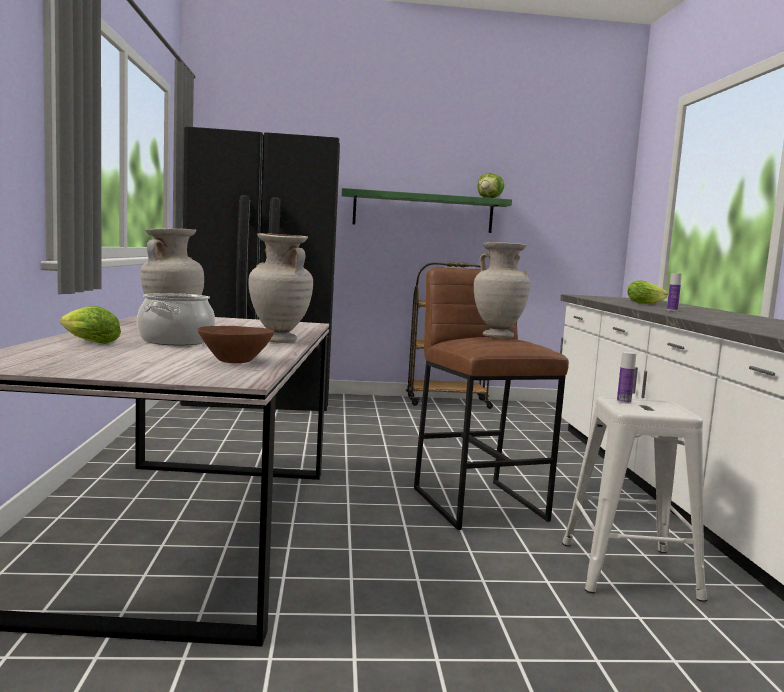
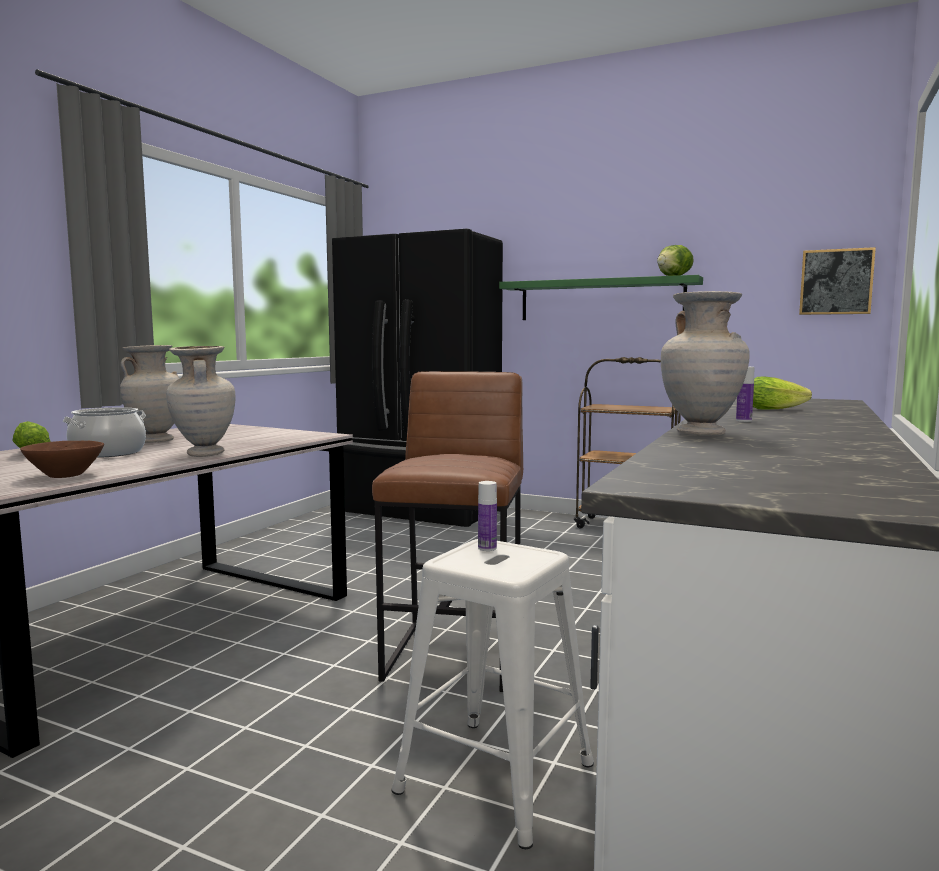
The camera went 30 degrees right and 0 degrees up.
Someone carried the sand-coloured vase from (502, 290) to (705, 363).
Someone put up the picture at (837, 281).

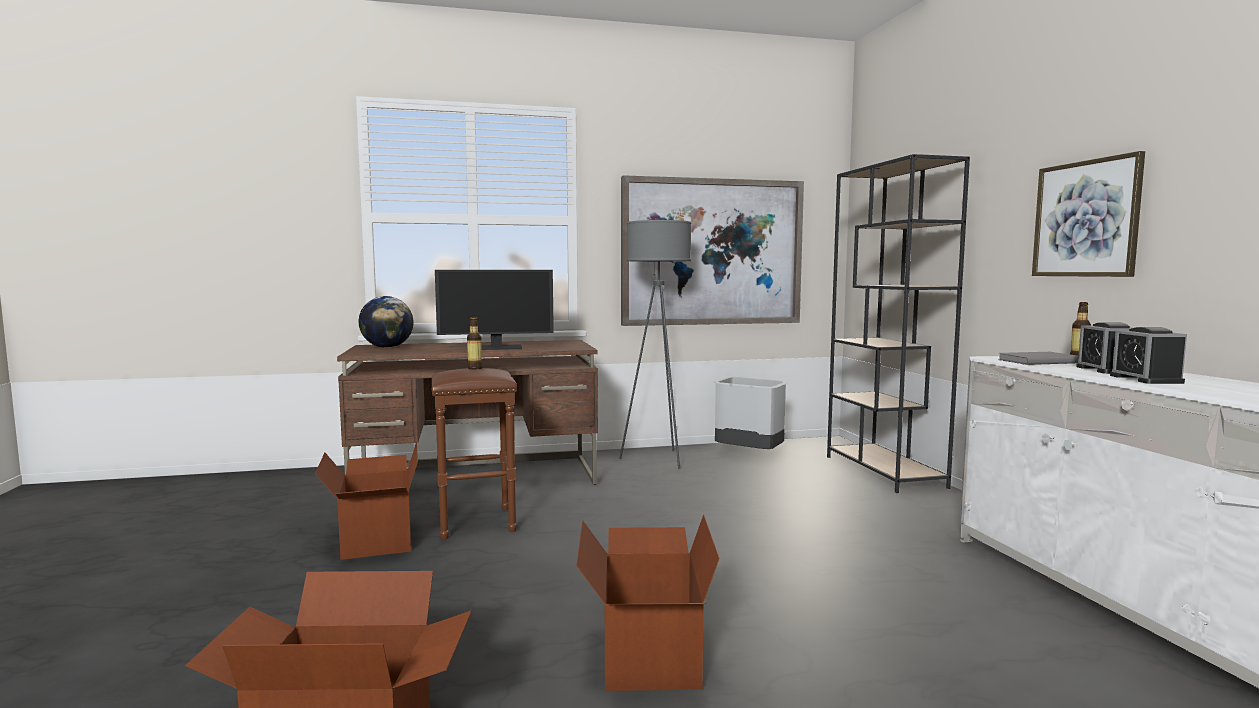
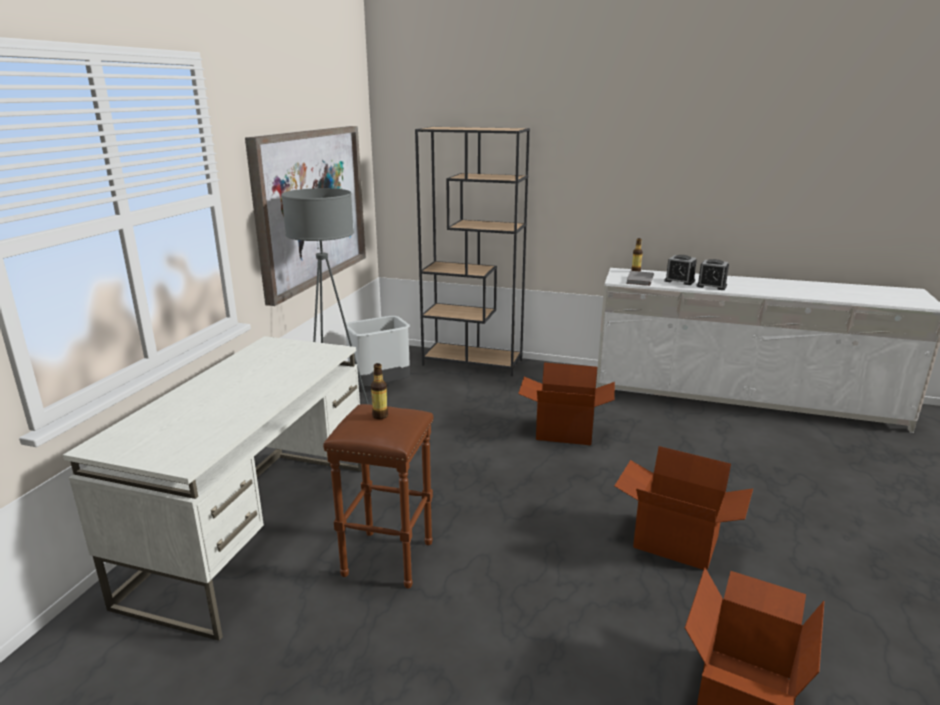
The camera went 60 degrees left and 15 degrees up.
Someone repainted the brown-coloured desk unit at (467, 412), which became the white-coloured desk unit at (212, 488).
Someone carried the cardboard box from (366, 501) to (566, 403).
Someone took away the world globe at (386, 322).
Someone took away the monitor at (494, 310).
Someone took away the picture at (1088, 214).

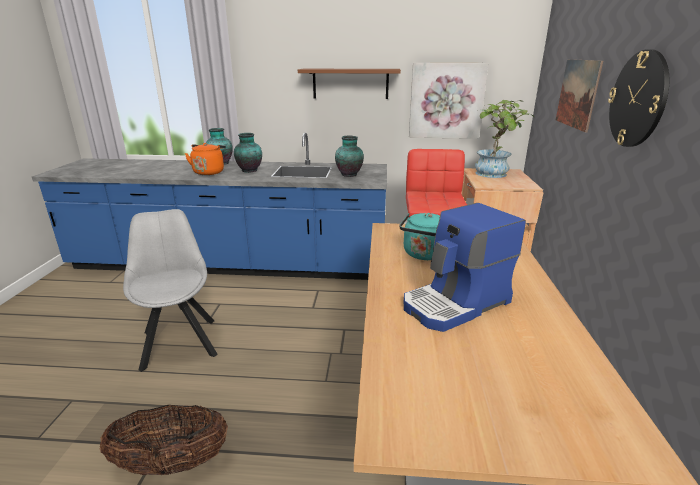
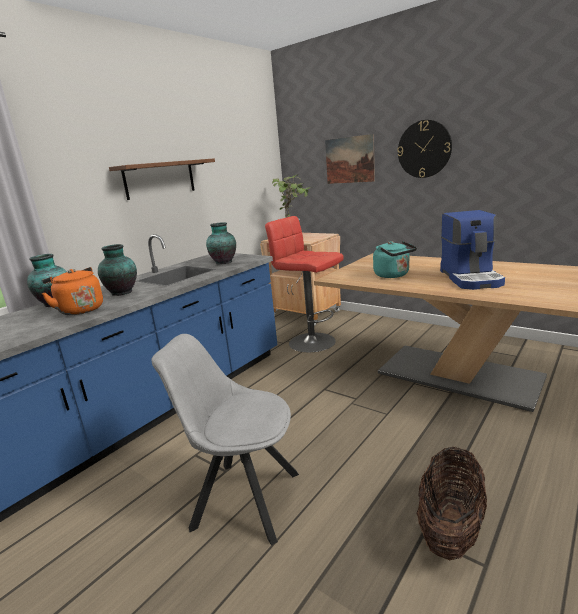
The camera went 55 degrees left and 5 degrees down.
Someone took away the picture at (448, 101).

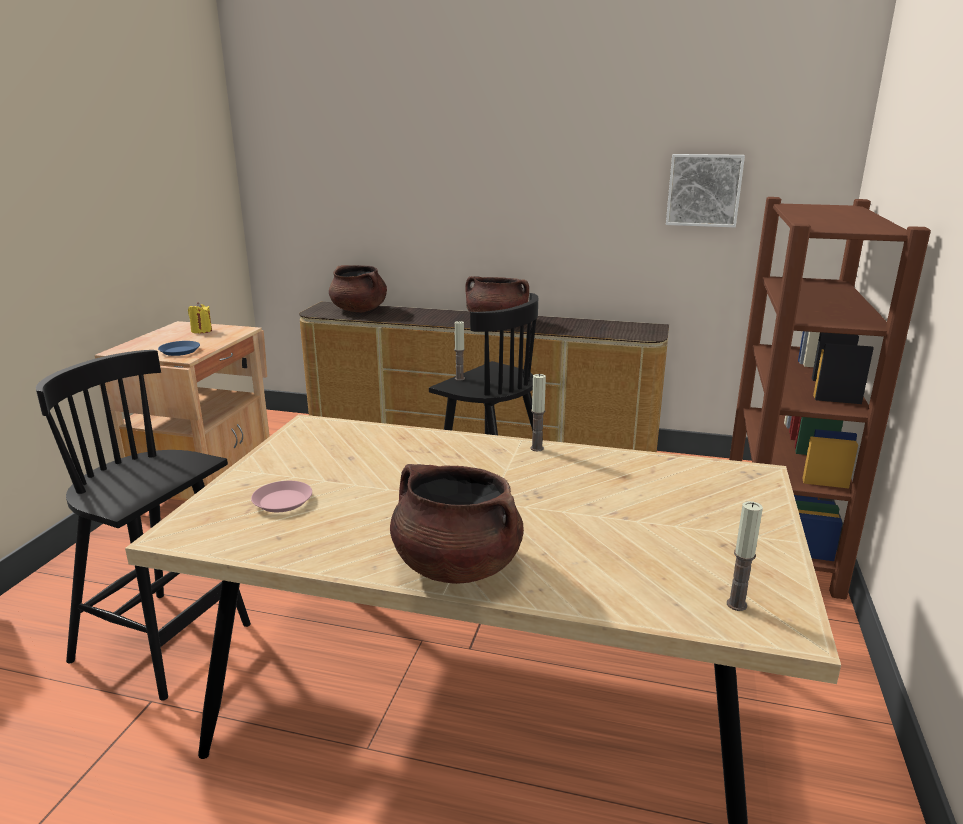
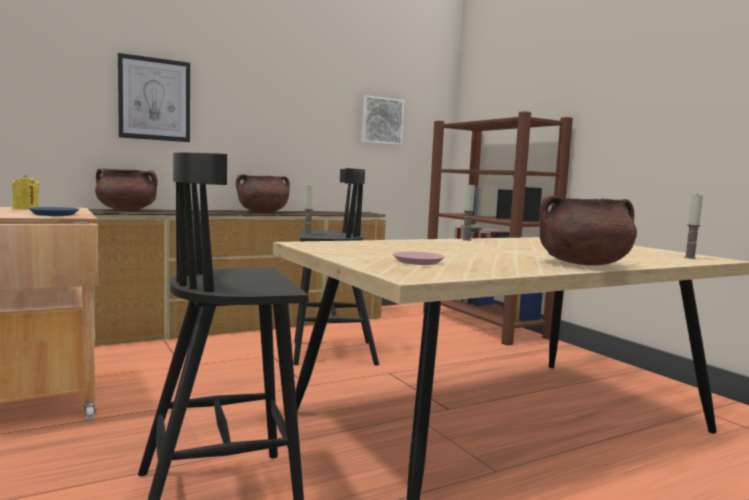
The camera went 45 degrees left and 15 degrees down.
Someone put up the picture at (154, 97).

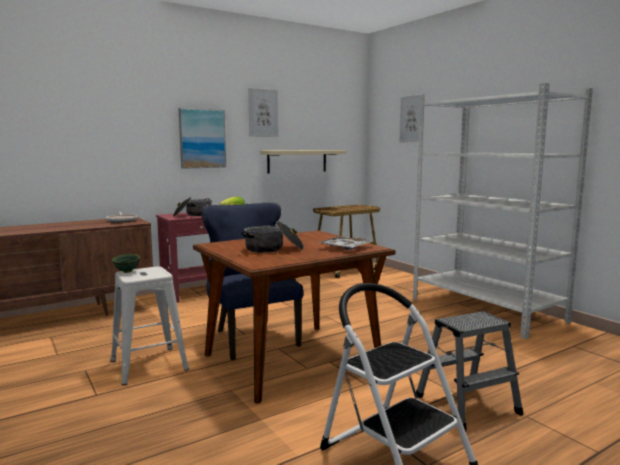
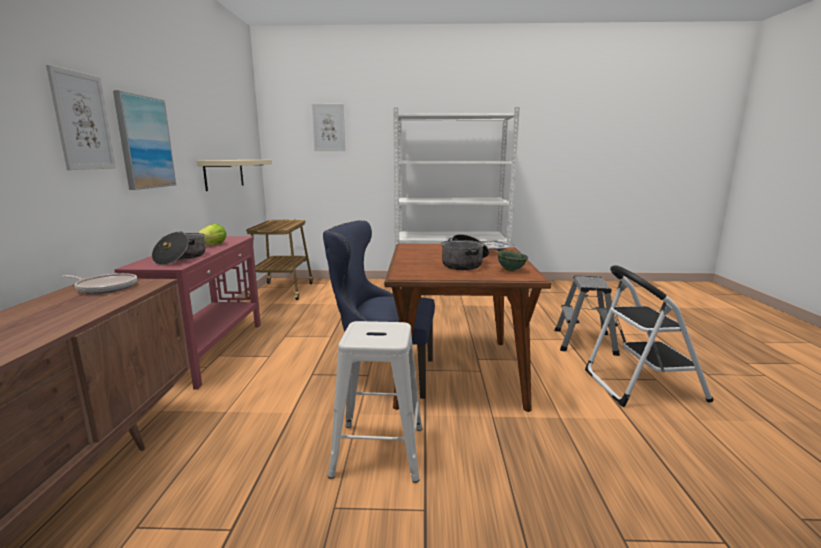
The camera went 55 degrees left and 5 degrees up.
Someone carried the picture from (263, 112) to (81, 117).
Someone carried the green serving bowl from (126, 263) to (512, 261).

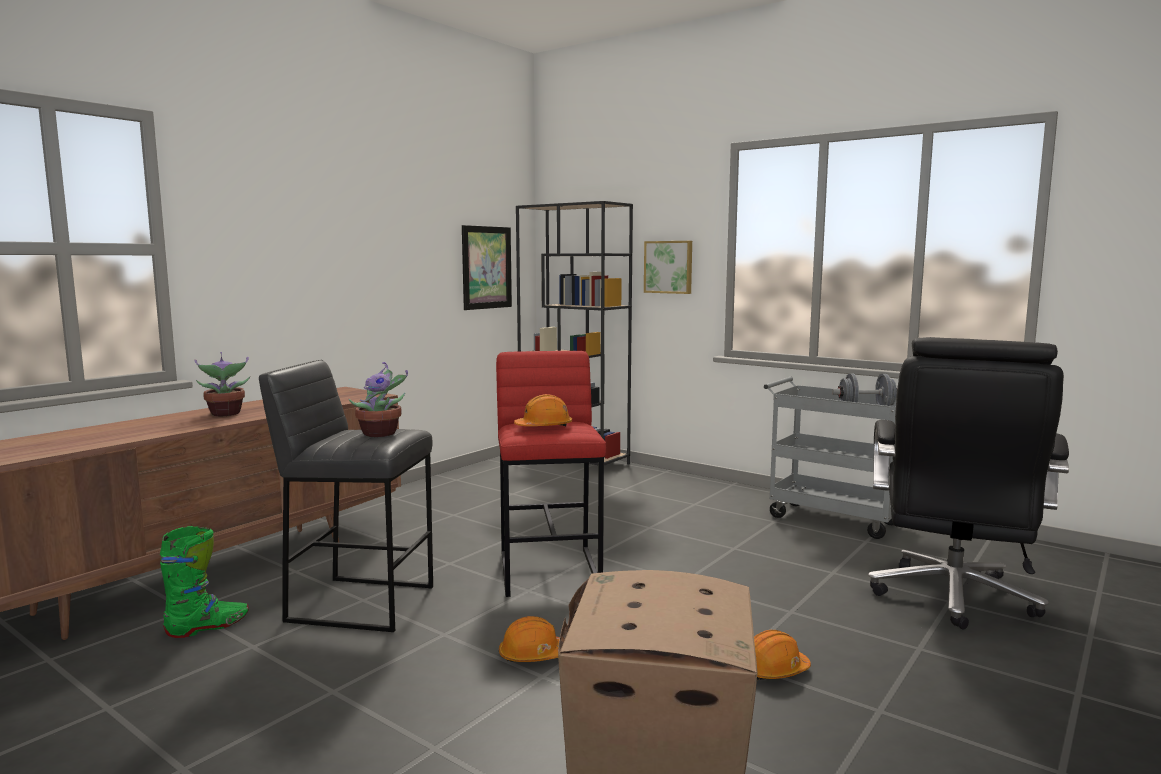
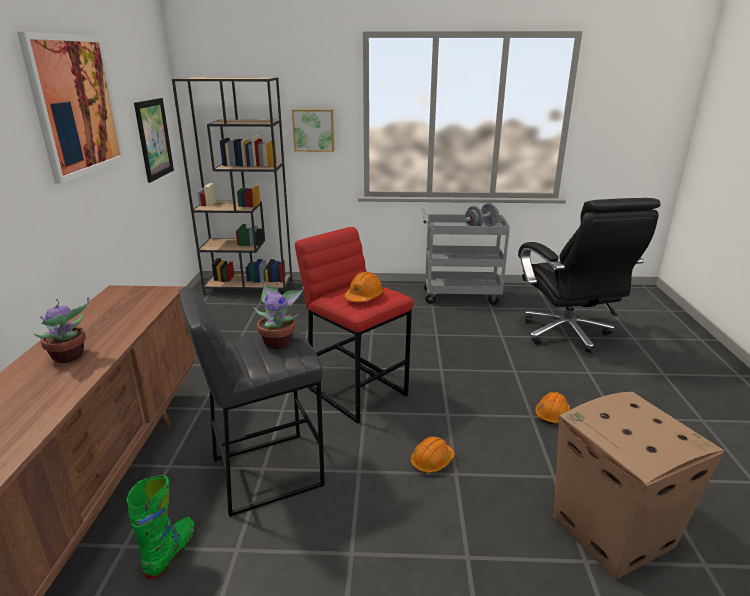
The camera went 35 degrees left and 15 degrees up.
Someone put up the picture at (71, 108).

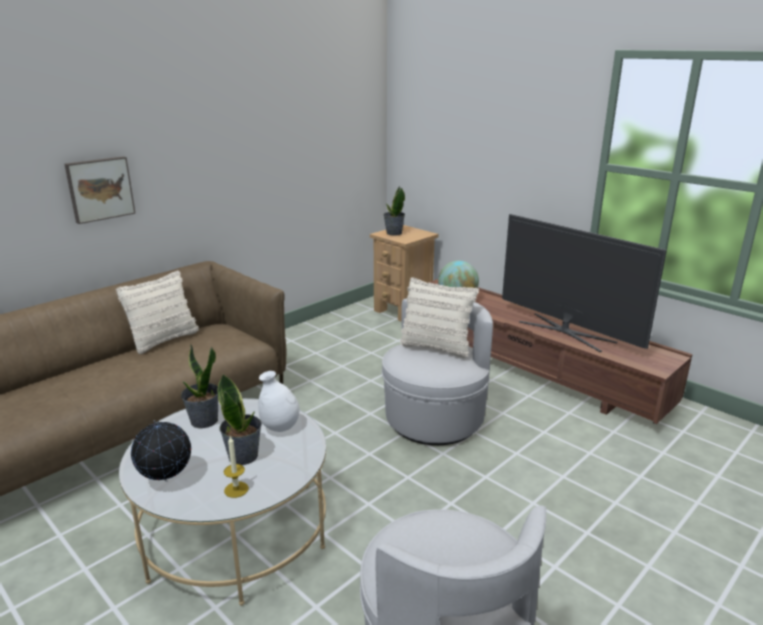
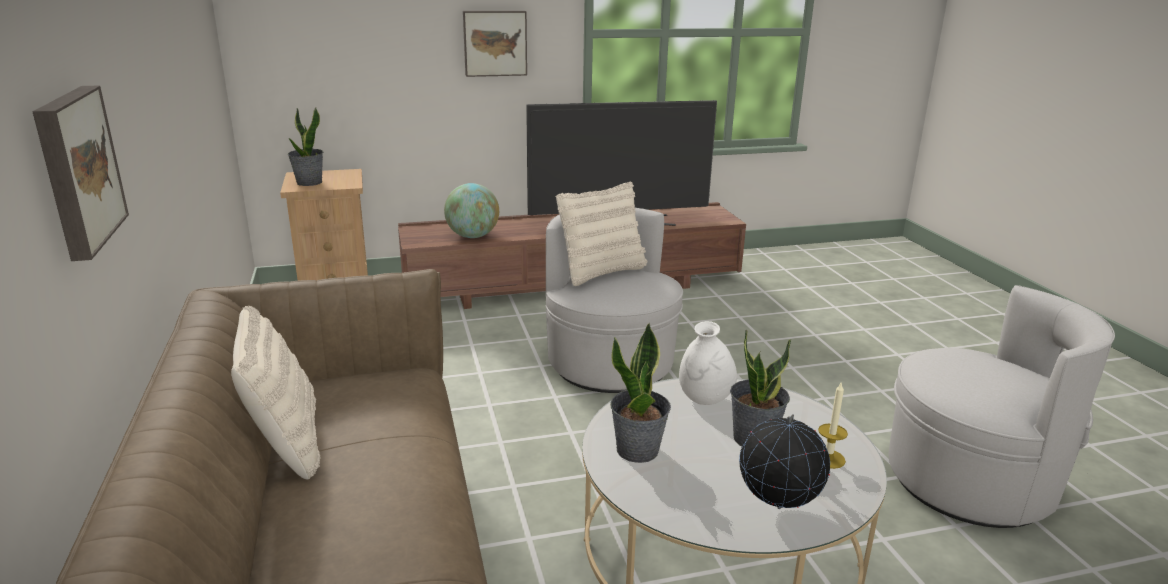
The camera went 60 degrees left and 0 degrees up.
Someone put up the picture at (495, 44).

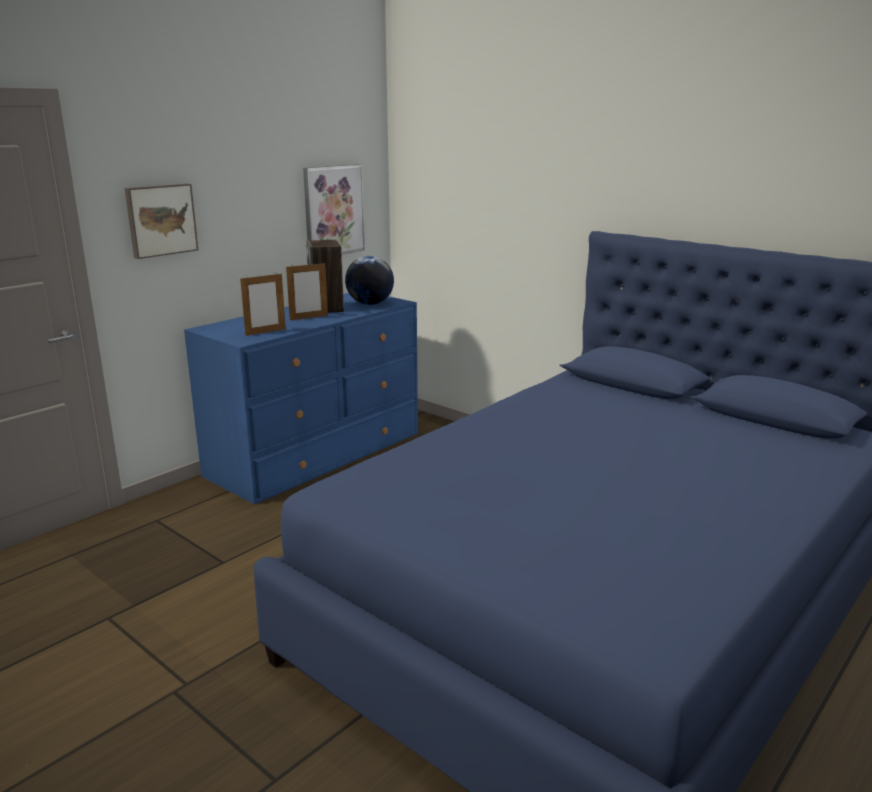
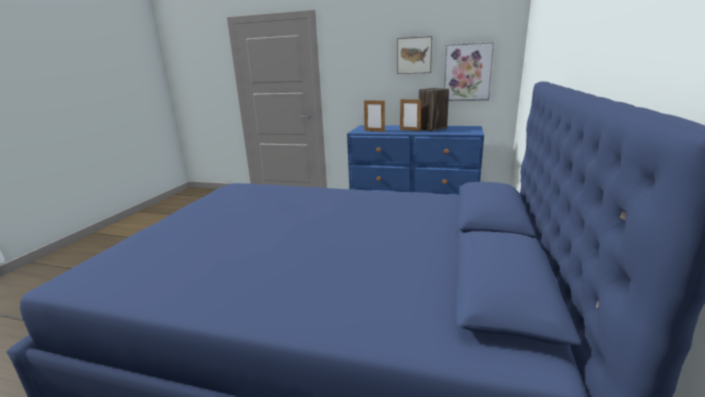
The camera went 65 degrees right and 0 degrees up.
Someone carried the picture from (161, 221) to (414, 55).
Someone took away the world globe at (369, 280).

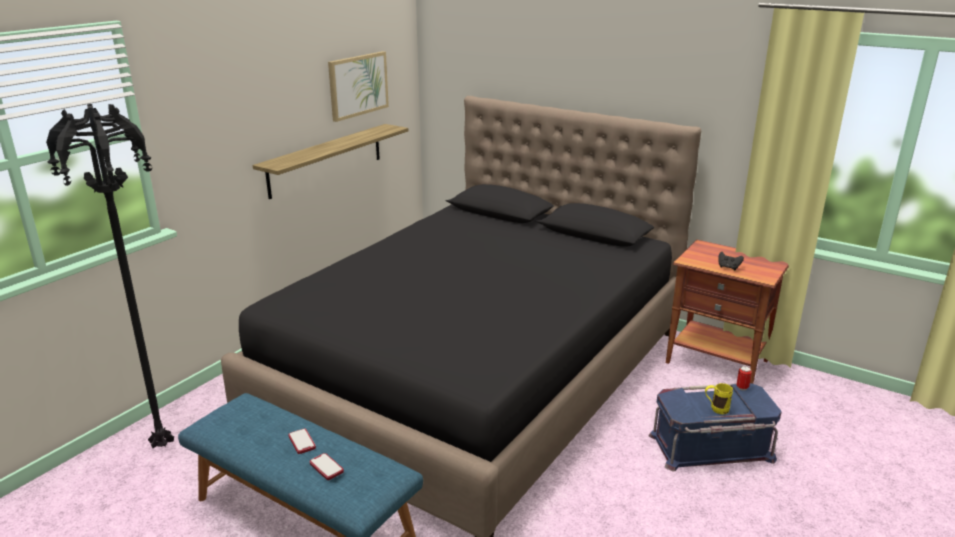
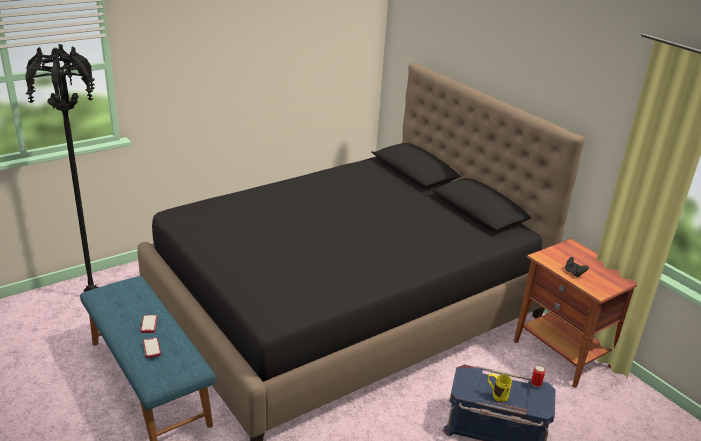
The camera went 20 degrees right and 5 degrees up.
Someone took away the wall shelf at (330, 161).
Someone took away the picture at (358, 86).

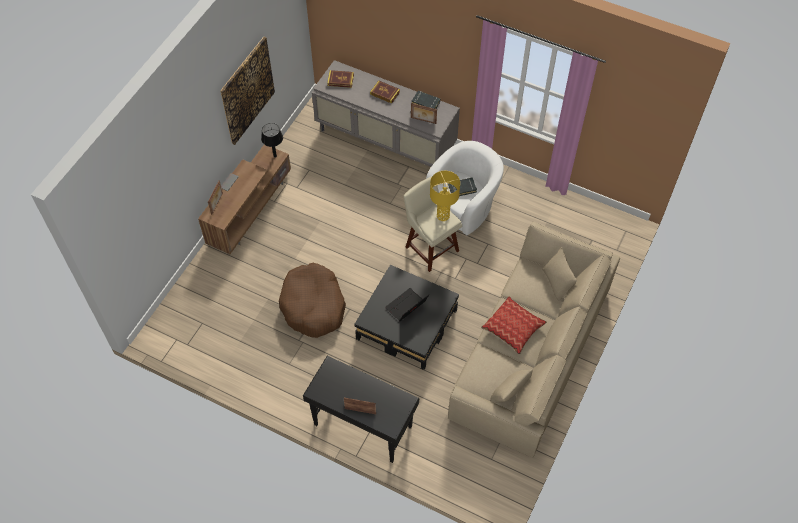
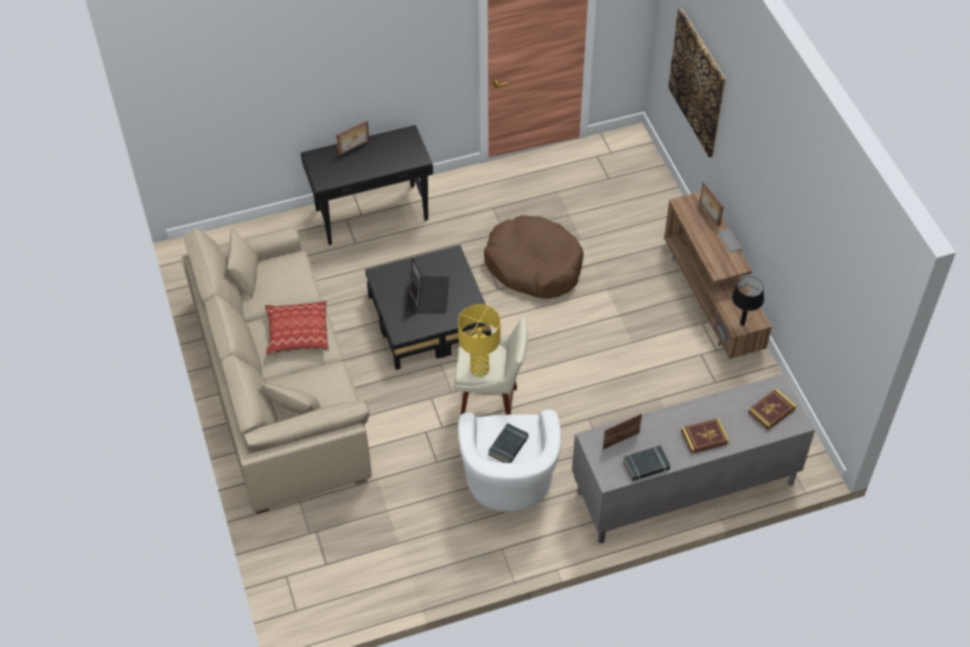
The camera went 135 degrees right and 5 degrees down.
Someone carried the picture from (247, 91) to (697, 83).

